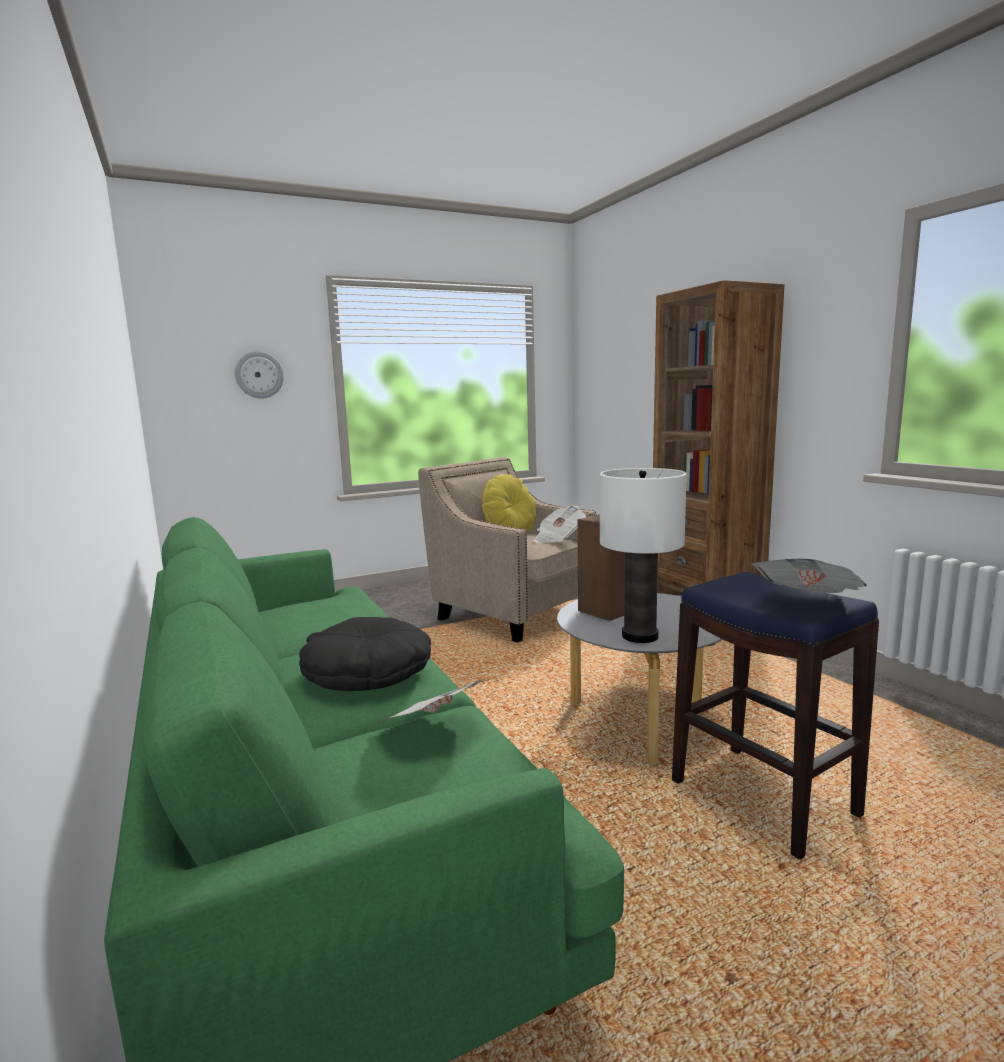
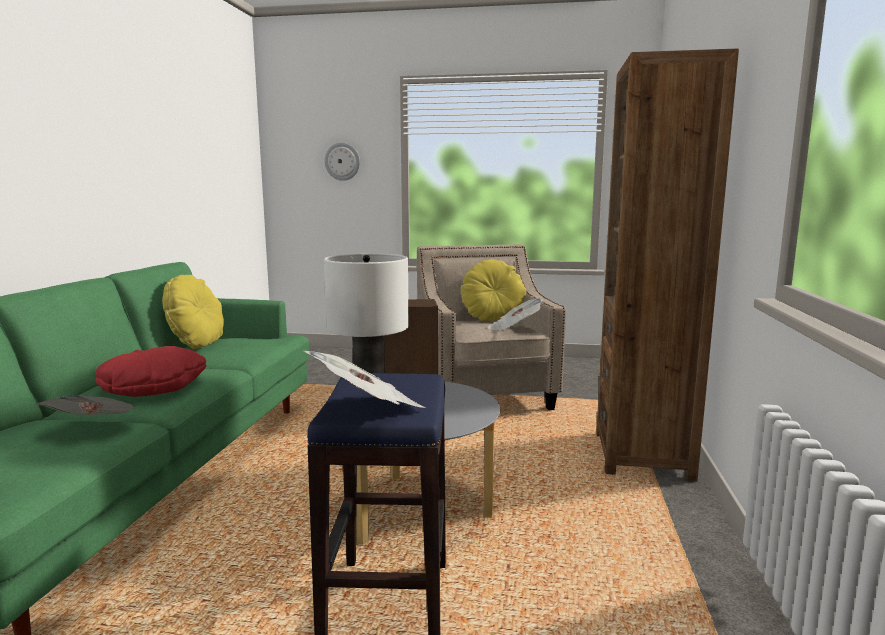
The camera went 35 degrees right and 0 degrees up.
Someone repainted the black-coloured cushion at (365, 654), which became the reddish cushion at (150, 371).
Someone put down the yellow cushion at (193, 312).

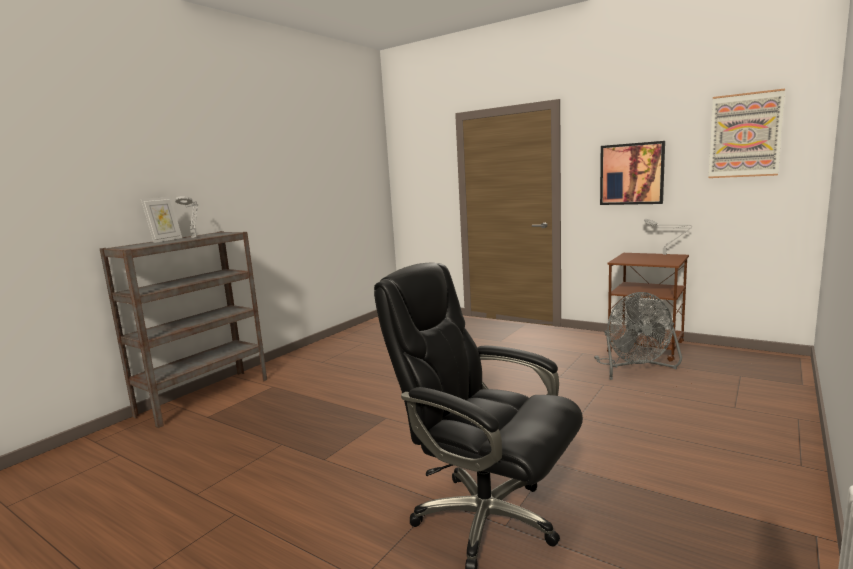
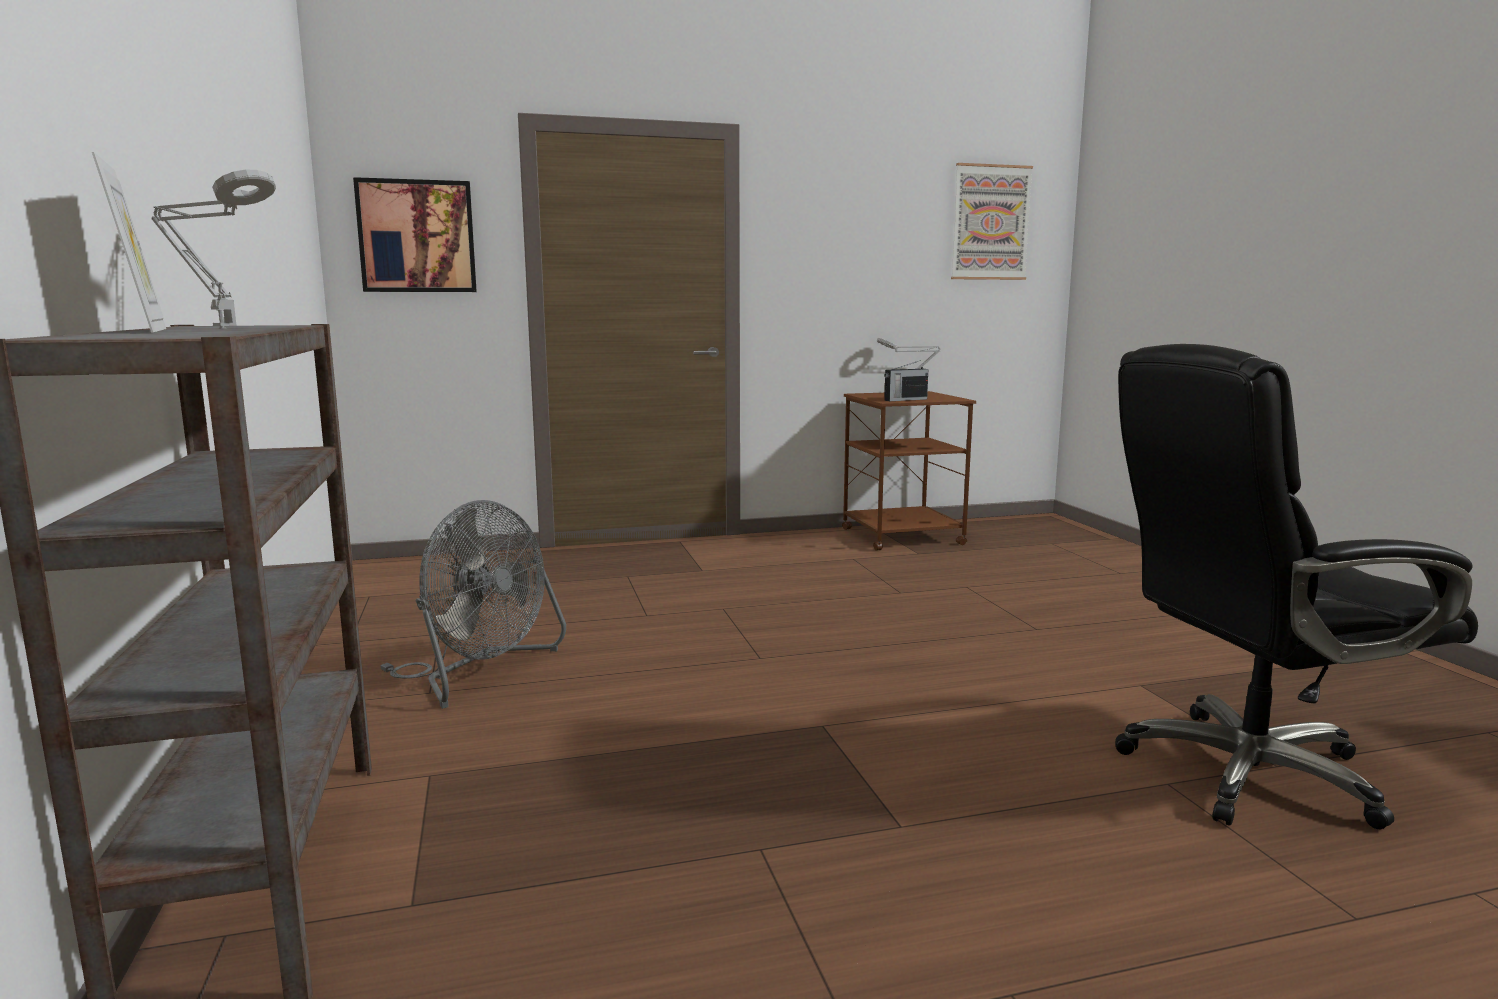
The camera went 50 degrees left and 0 degrees up.
Someone carried the picture from (632, 173) to (415, 234).
Someone carried the greyish cooling fan from (638, 336) to (473, 604).
Someone put down the radio set at (906, 380).

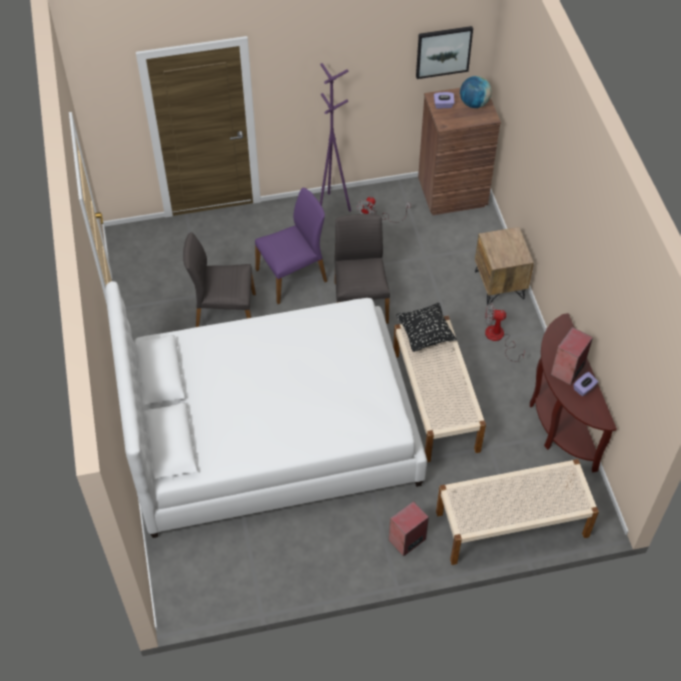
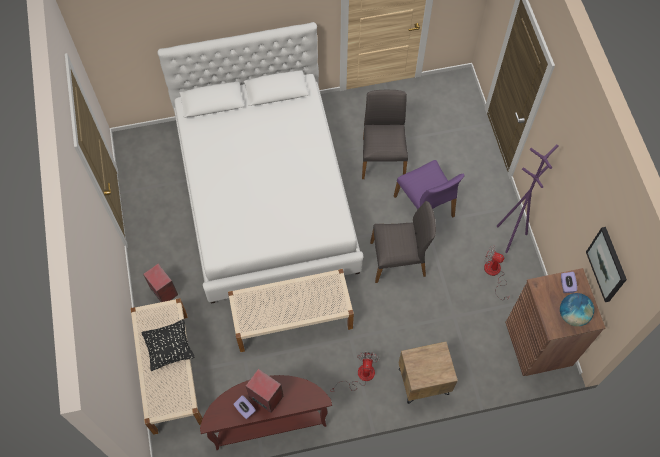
The camera went 90 degrees right and 10 degrees up.
Someone carried the black-coloured cushion from (426, 327) to (168, 345).

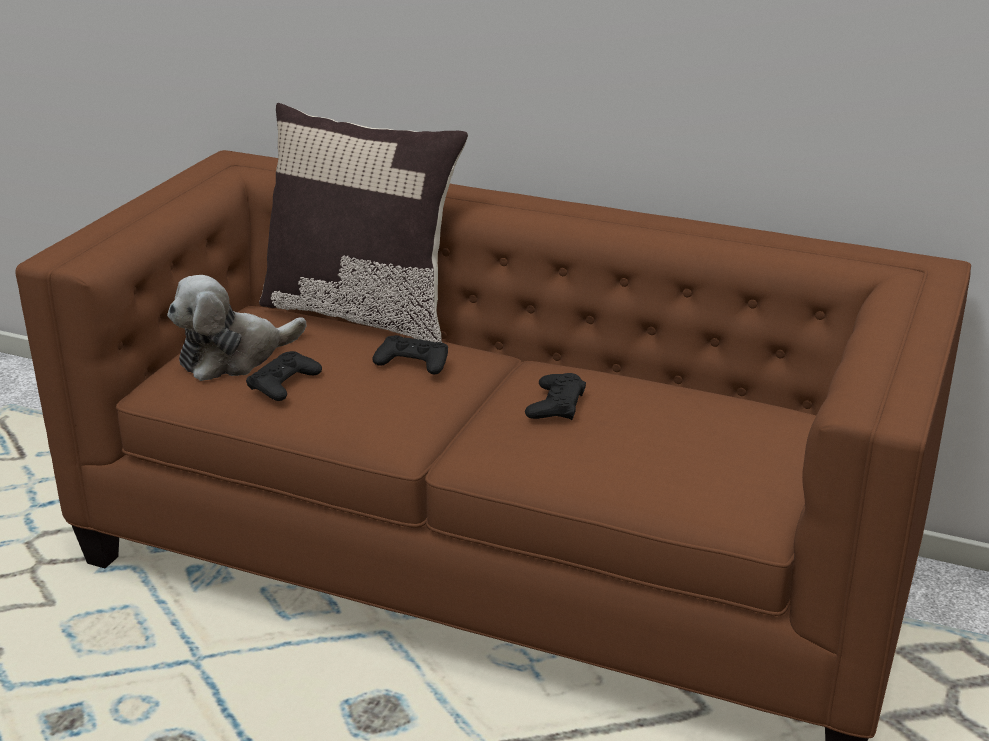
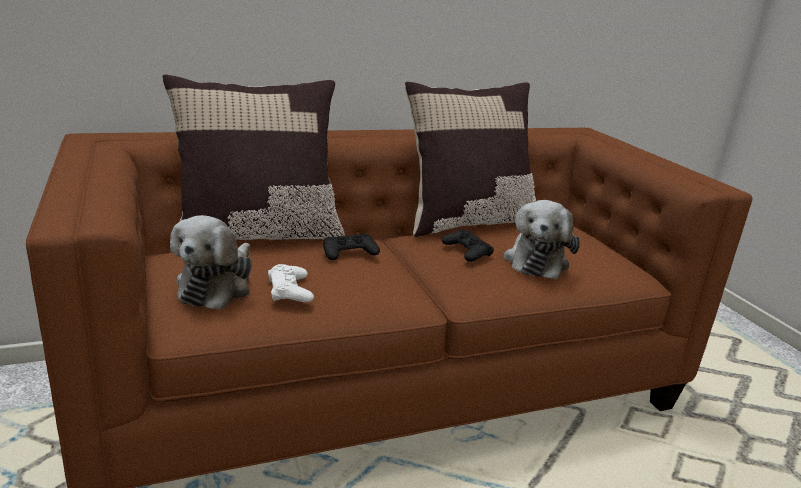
The camera went 45 degrees left and 5 degrees down.
Someone repainted the black-coloured game controller at (284, 376), which became the white-coloured game controller at (291, 283).
Someone put down the cushion at (470, 159).
Someone put down the cuddly toy at (541, 239).

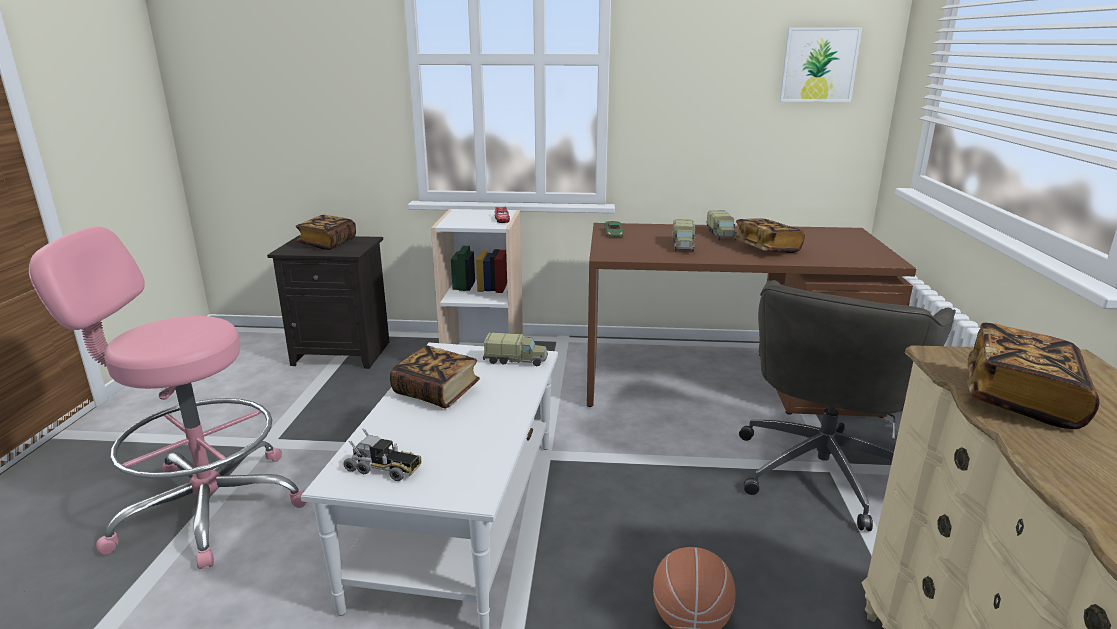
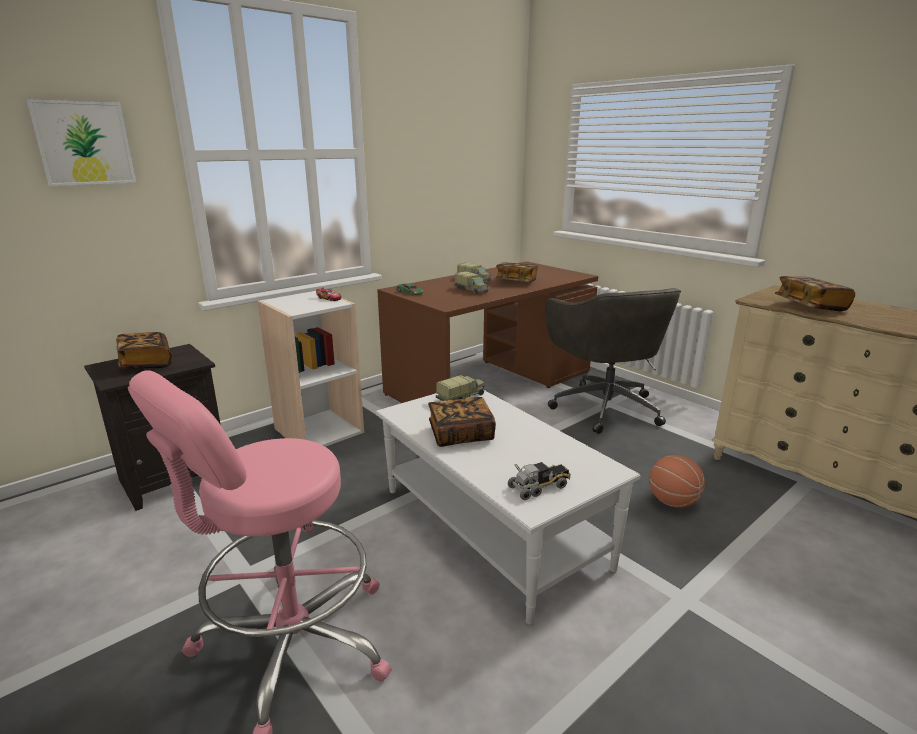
The camera went 45 degrees left and 0 degrees up.
Someone carried the picture from (821, 64) to (81, 142).

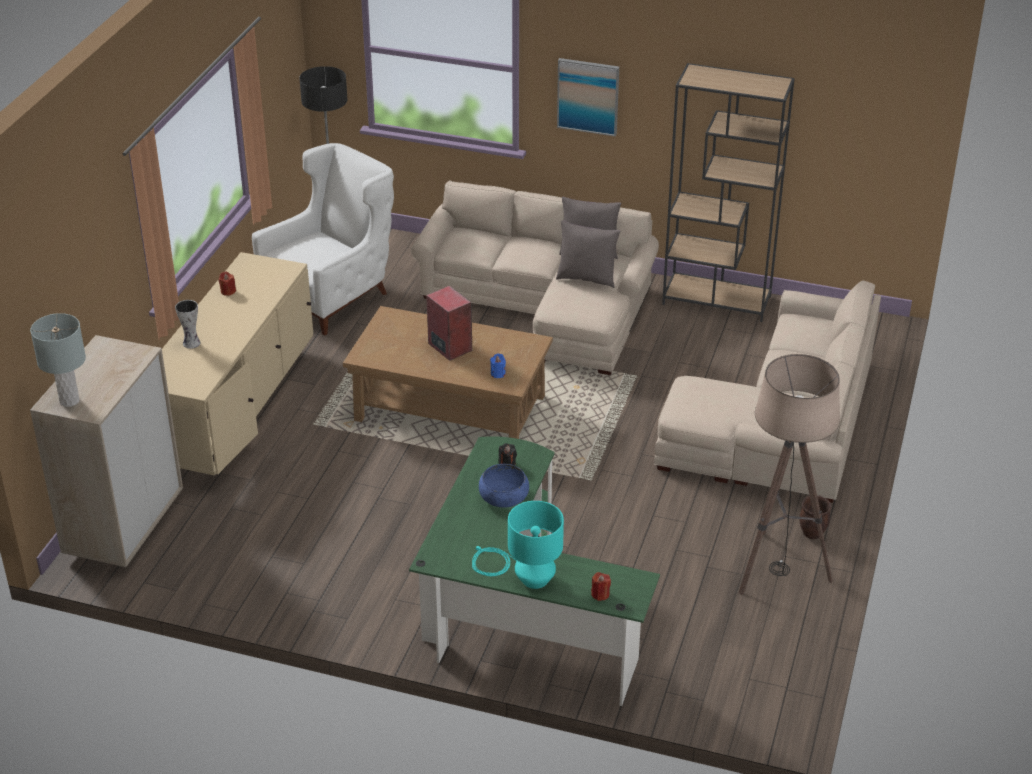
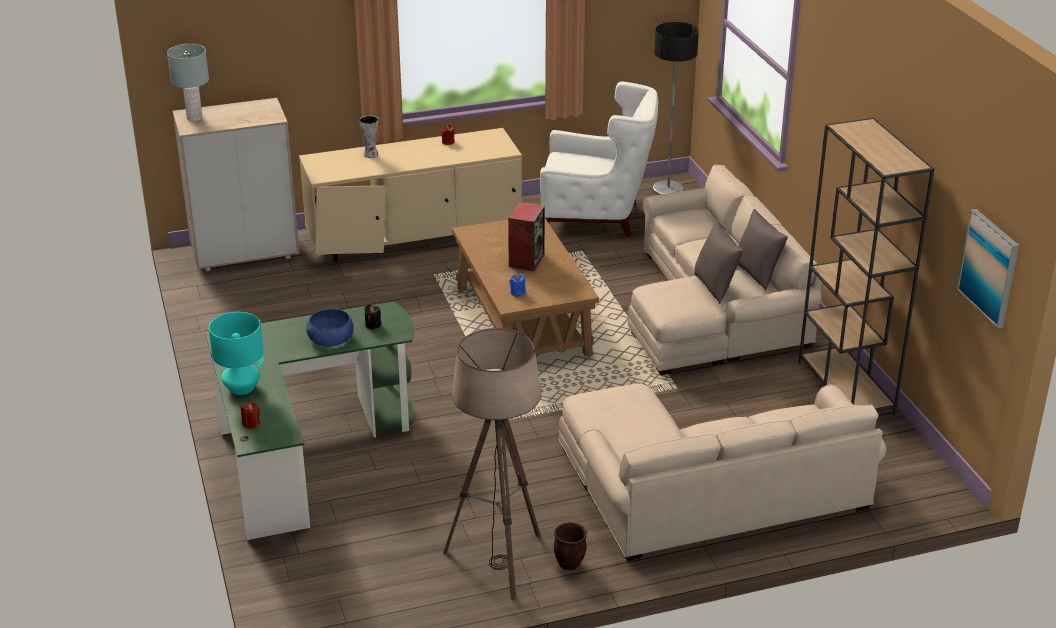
The camera went 55 degrees right and 5 degrees down.
Someone carried the picture from (588, 97) to (988, 268).

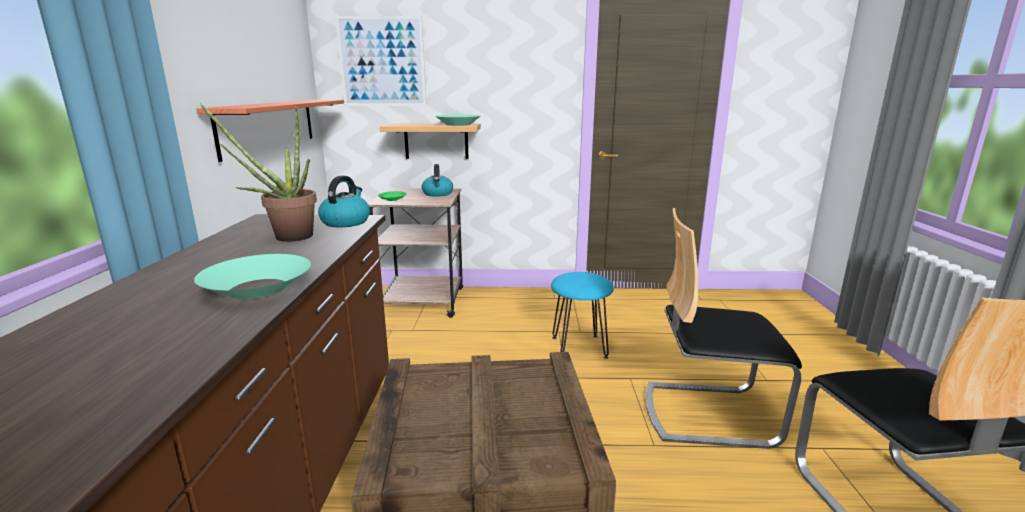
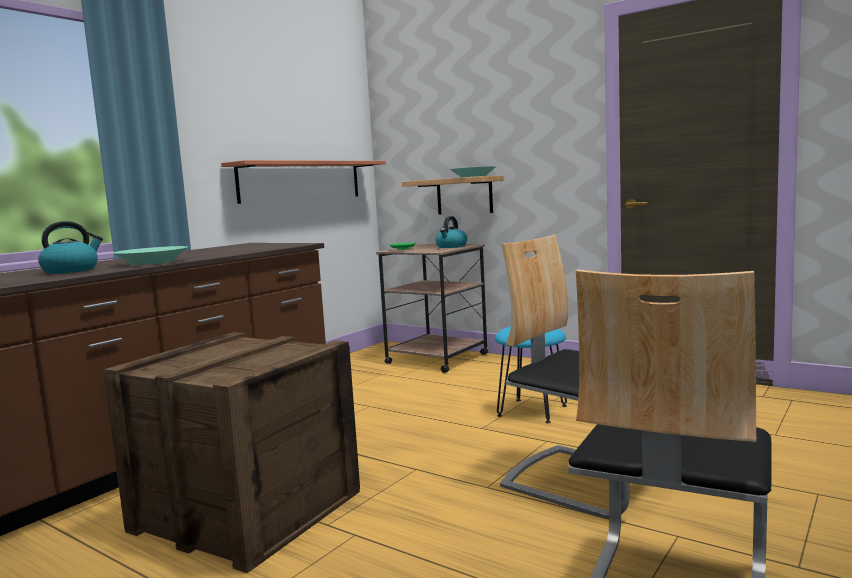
The camera went 35 degrees right and 10 degrees down.
Someone carried the kettle from (344, 202) to (70, 247).
Someone took away the houseplant at (258, 172).
Someone took away the picture at (381, 61).

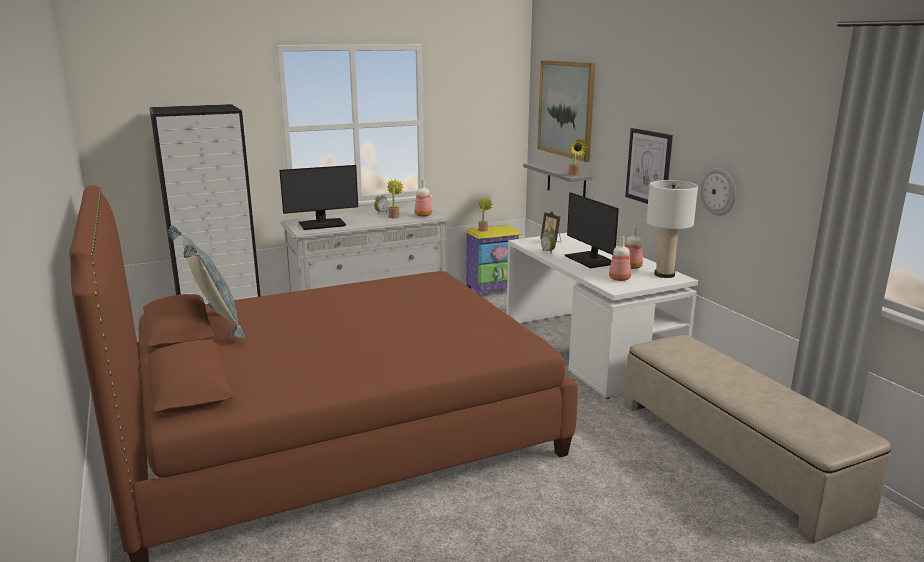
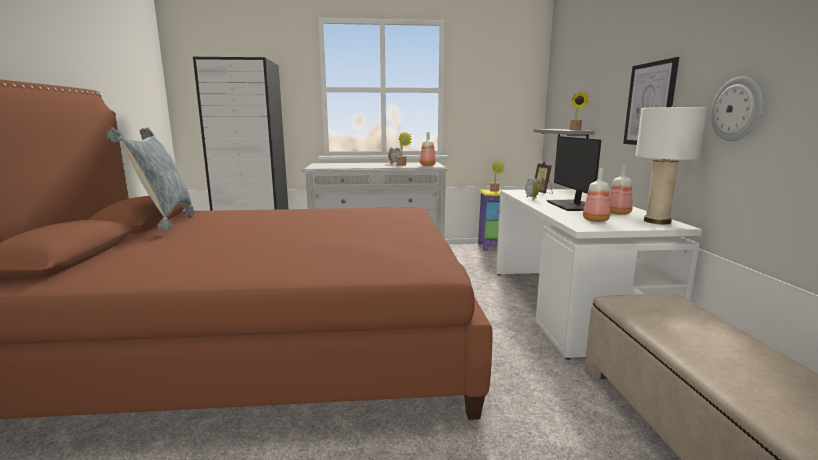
The camera went 20 degrees right and 5 degrees down.
Someone took away the monitor at (318, 197).
Someone took away the picture at (566, 111).

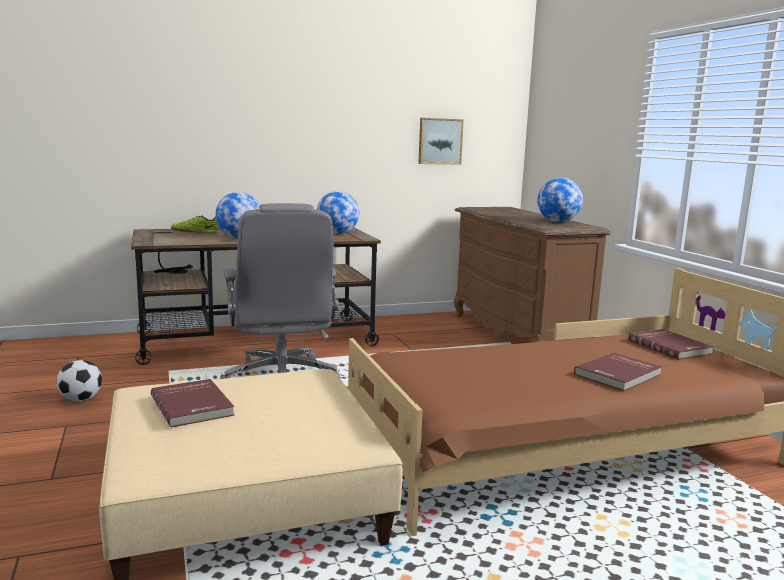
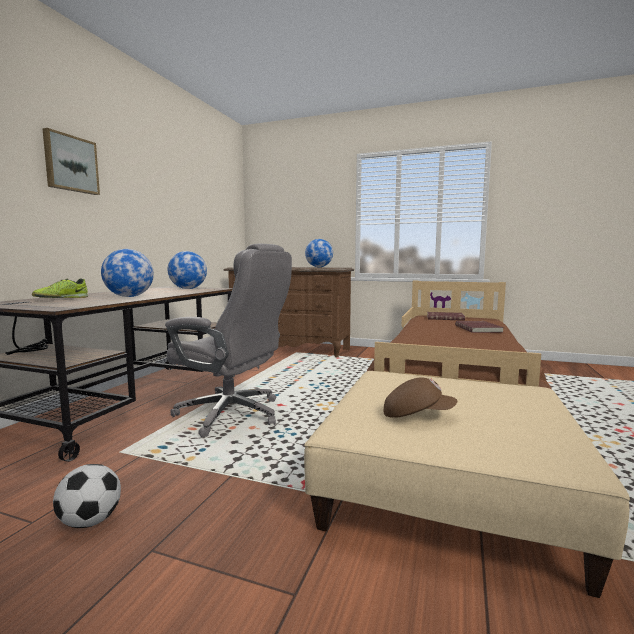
The camera went 50 degrees left and 5 degrees down.
Someone carried the picture from (441, 141) to (71, 161).
Someone swapped the reddish book at (192, 403) for the brown-coloured peaked cap at (420, 397).

